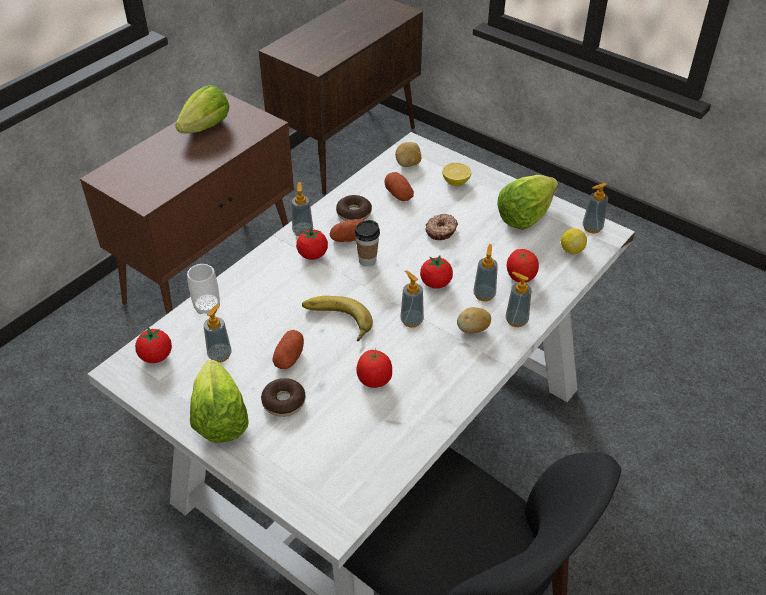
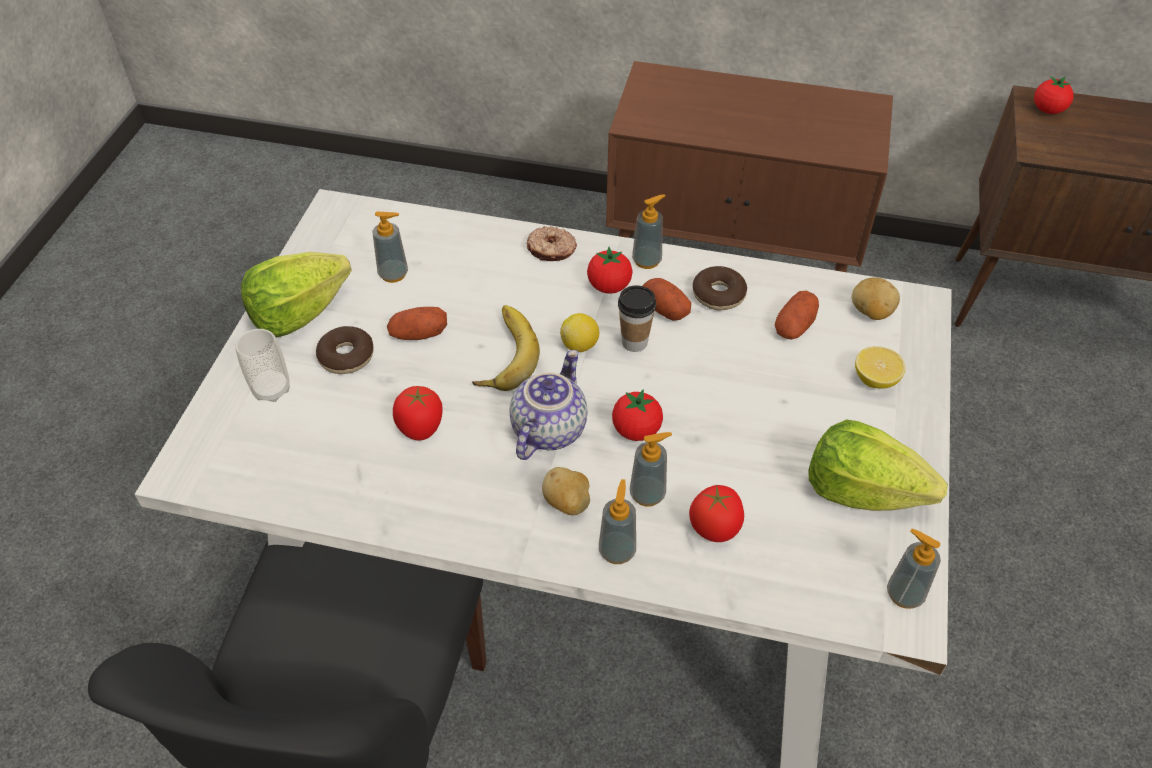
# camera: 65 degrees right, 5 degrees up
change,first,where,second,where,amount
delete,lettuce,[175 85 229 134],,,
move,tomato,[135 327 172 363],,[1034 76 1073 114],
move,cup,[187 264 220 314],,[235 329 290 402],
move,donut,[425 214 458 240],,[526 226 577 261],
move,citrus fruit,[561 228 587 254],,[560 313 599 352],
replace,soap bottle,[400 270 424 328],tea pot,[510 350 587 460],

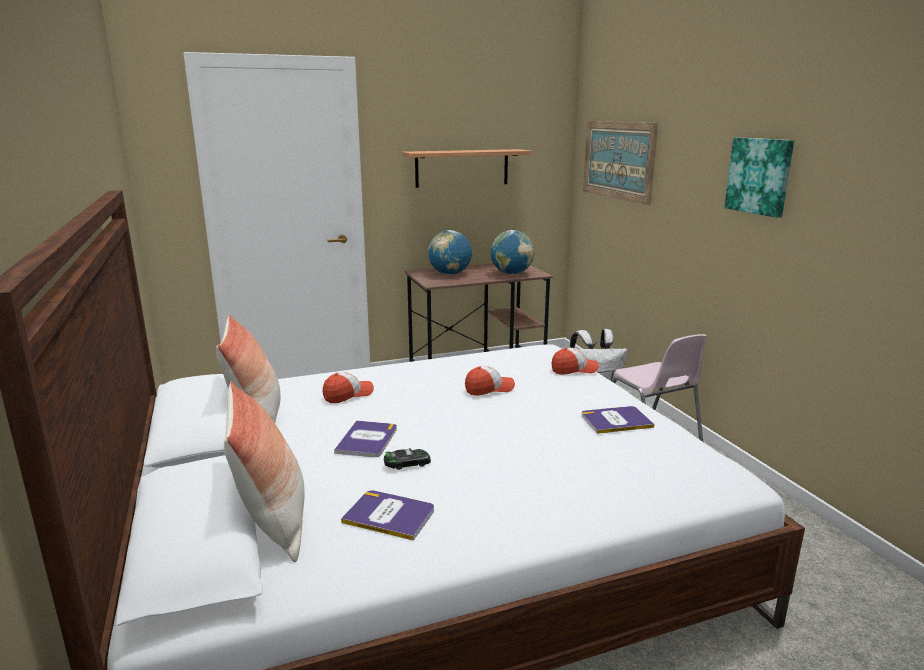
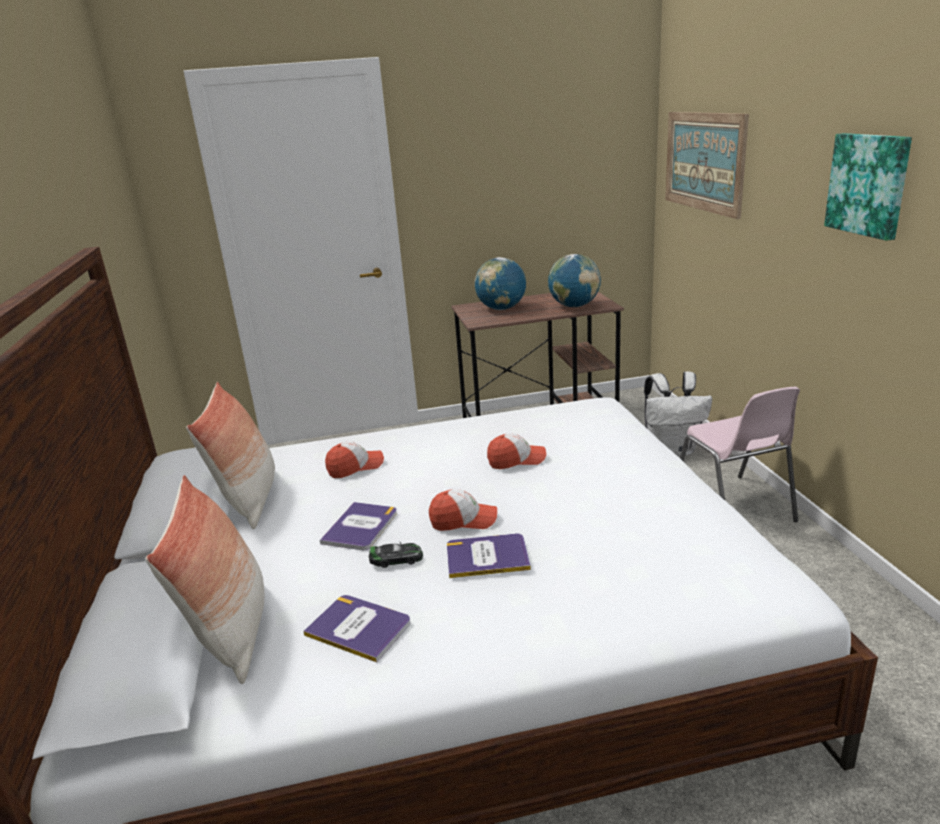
# camera: 10 degrees right, 5 degrees up
change,first,where,second,where,amount
delete,bracket shelf,[402 149 532 188],,,
move,peaked cap,[552 348 599 375],,[429 490 497 531],
move,bound book,[582 406 654 434],,[447 534 531 578],

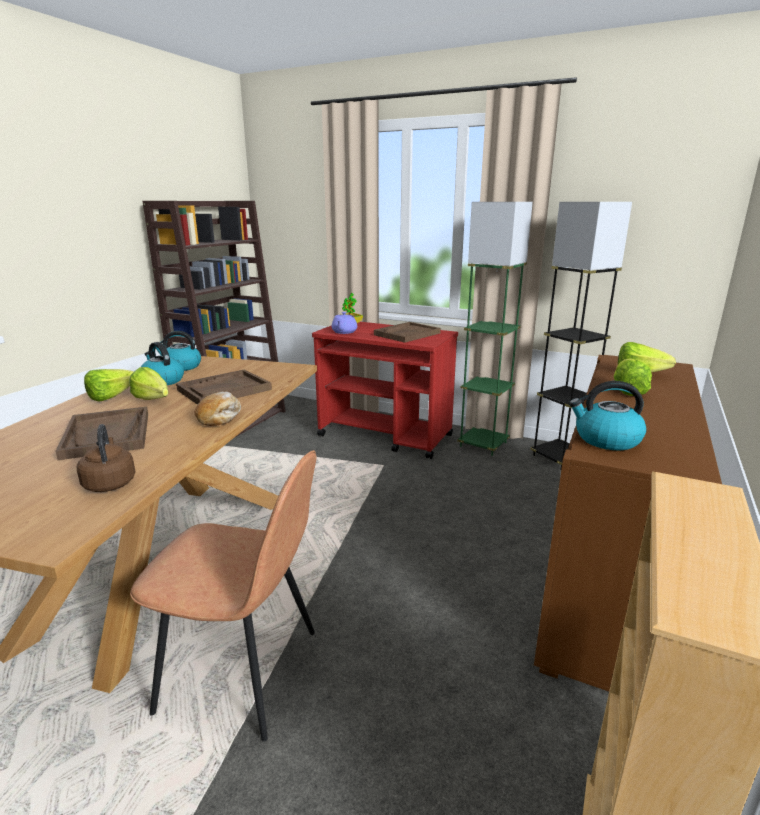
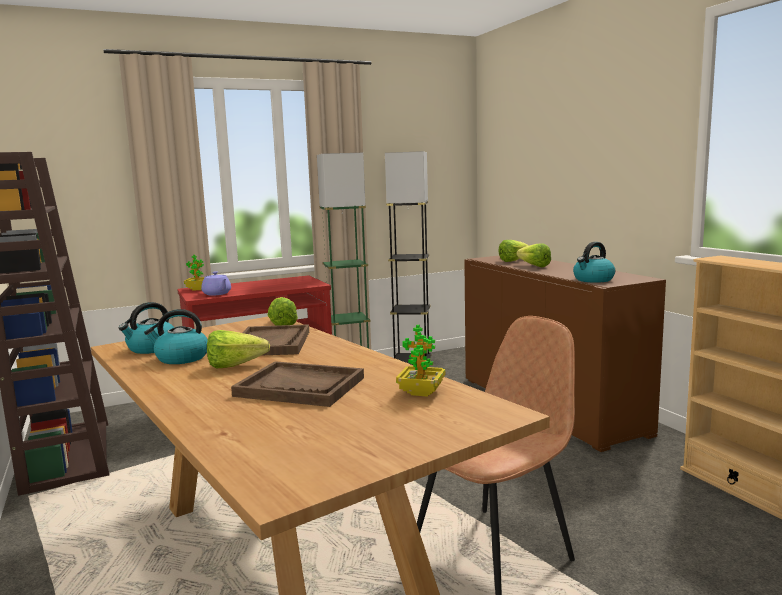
# camera: 50 degrees left, 10 degrees down
change,first,where,second,where,amount
delete,baked bread,[195 391 241 426],,,
delete,brownish serving tray,[374 322 441 343],,,
move,lettuce,[84 369 133 401],,[268 297 298 326],
replace,brownish water kettle,[77 424 136 492],potted plant,[396 325 445 397],

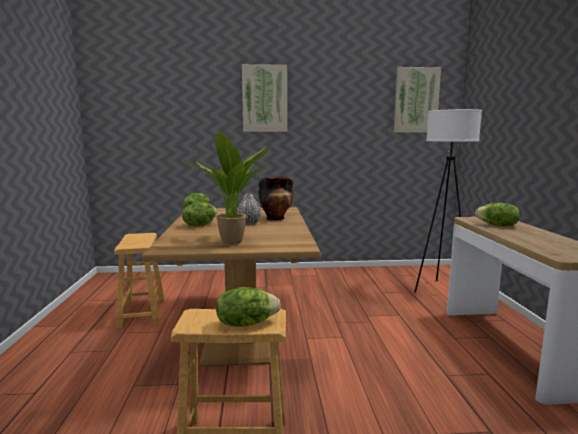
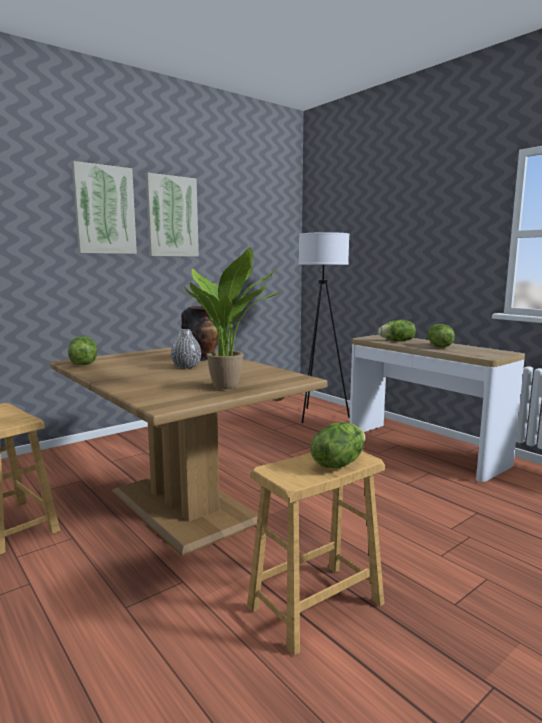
# camera: 35 degrees left, 0 degrees up
change,first,where,second,where,amount
move,lettuce,[182 202 217 226],,[428 324 455 347],
move,wall picture,[394 67 441 133],,[145 173 199 257],

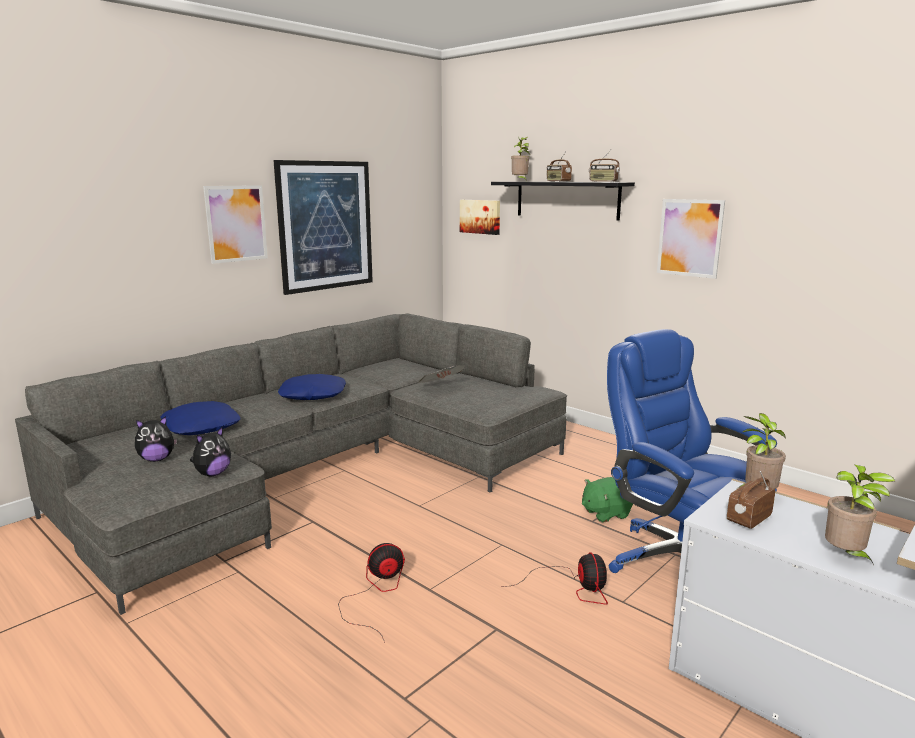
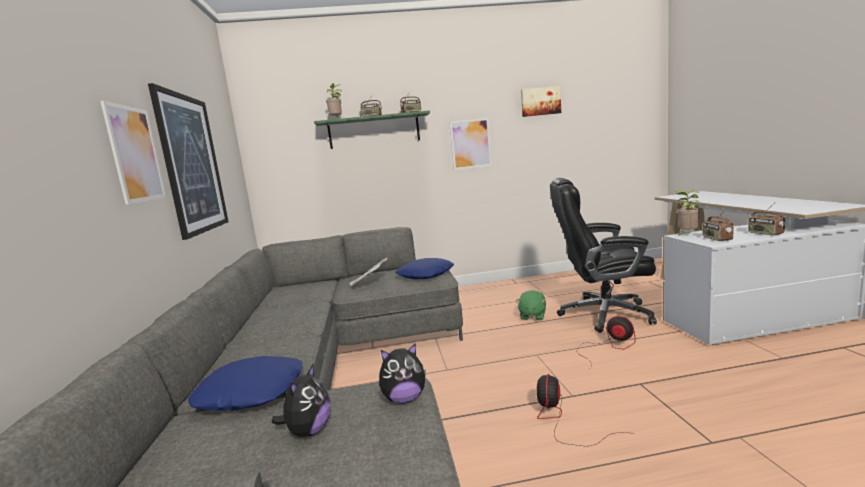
# camera: 50 degrees left, 5 degrees down
change,first,where,second,where,amount
move,blue throw pillow,[278 374 346 400],,[395 258 454 279],
move,wall picture,[460 200 500 235],,[521 86 561 117],
replace,potted plant,[825 465 895 565],radio receiver,[748 202 785 236],
recolor,black-coloured bracket shelf,[491 182 635 220],green bracket shelf,[314 110 430 149],
recolor,blue desk chair,[607 329 777 573],black-coloured desk chair,[550 178 657 333],
rotate,plush toy,[190 427 231 476],,[379 343 426 404],90 degrees clockwise

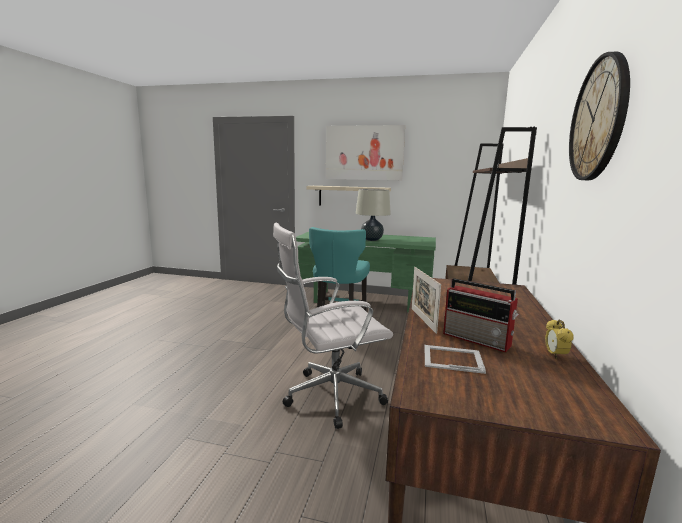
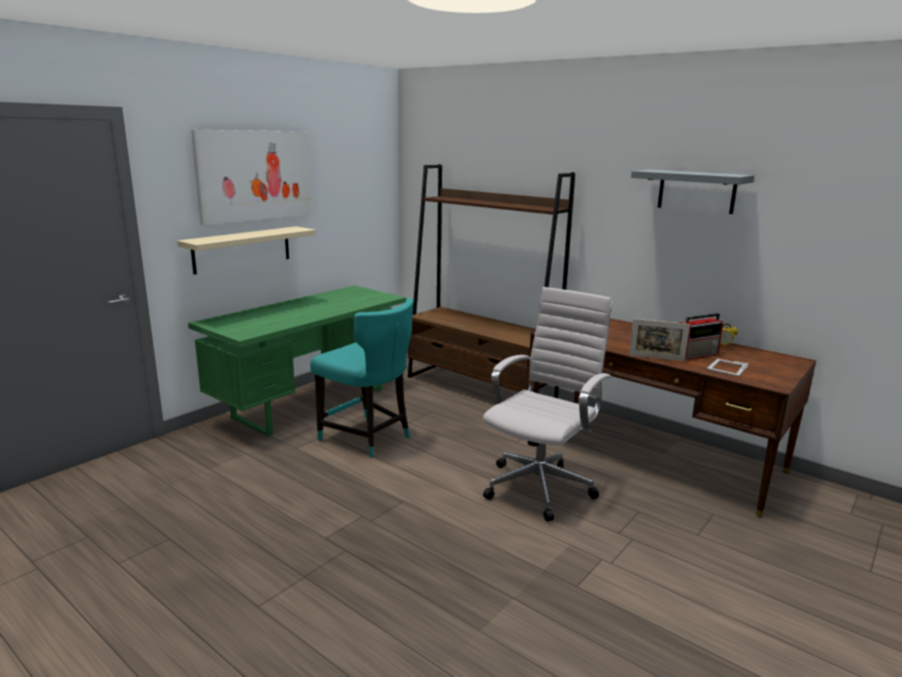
# camera: 65 degrees left, 5 degrees up
change,first,where,second,where,amount
delete,sand-coloured lamp for a table,[356 189 391 241],,,
replace,wall clock,[569 52 630 180],gray bracket shelf,[631 170 754 214],
rotate,whitish desk chair,[273 223 393 429],,[483 287 612 521],150 degrees counterclockwise

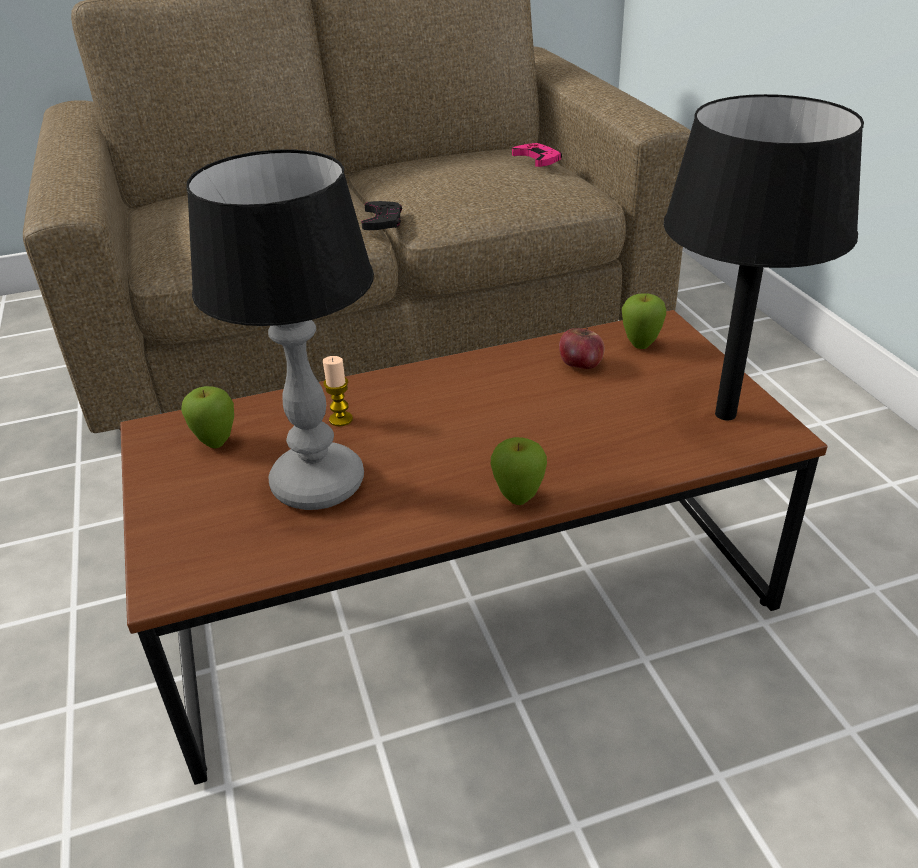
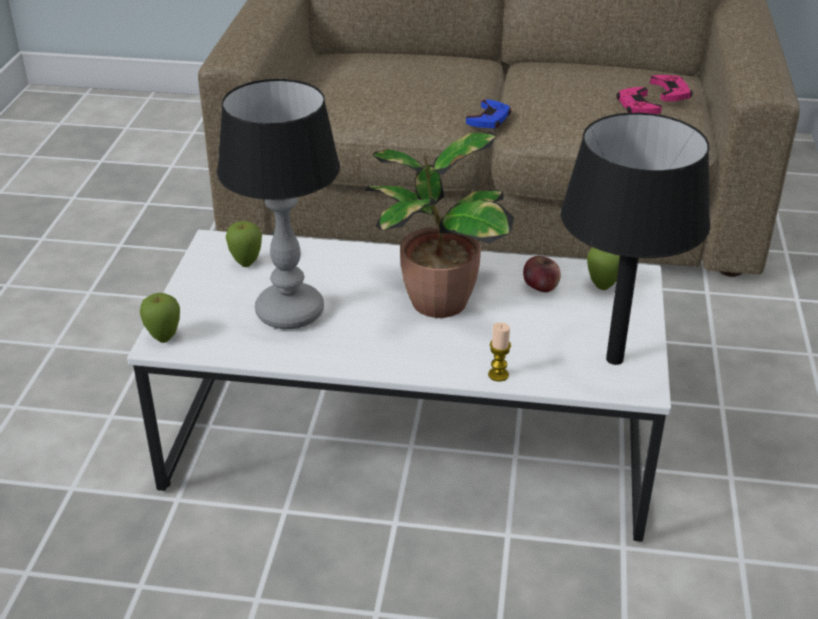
# camera: 25 degrees right, 0 degrees up
change,first,where,second,where,amount
insert,,,potted plant,[365 132 514 318],
insert,,,pinkish gamepad,[616 87 662 114],
move,wax light,[323 356 353 426],,[488 322 511 382],
move,whole apple,[491 437 547 505],,[140 293 180 343],
recolor,brownish low table,[120 310 827 785],whitish low table,[127 230 671 542],
recolor,black-coloured gamepad,[361 201 402 230],blue gamepad,[466 99 511 129],

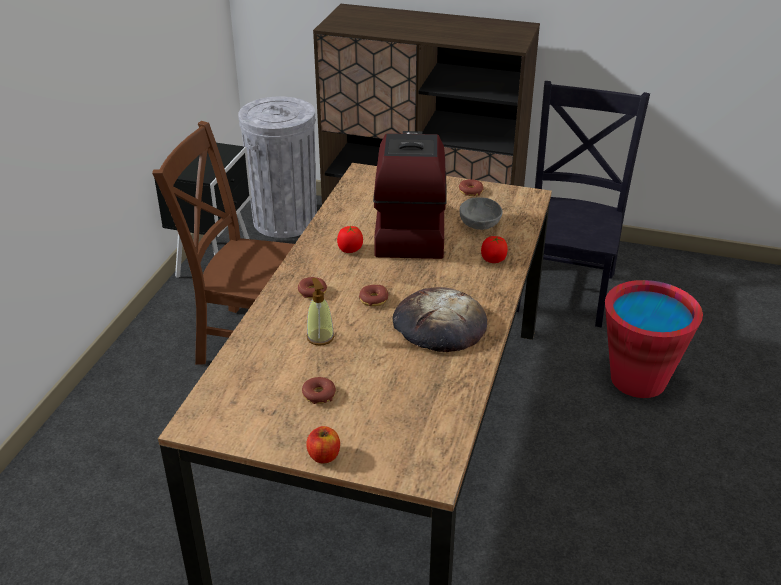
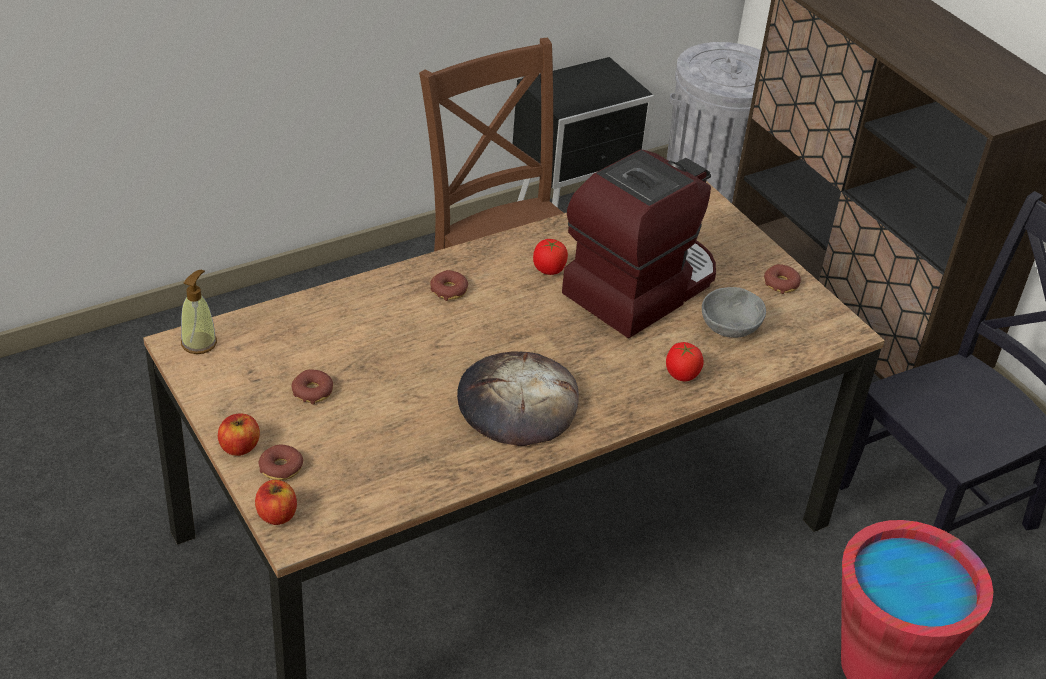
# camera: 40 degrees right, 5 degrees up
change,first,where,second,where,amount
insert,,,whole apple,[255 480 297 525],
move,soap bottle,[307 278 335 346],,[181 270 217 354],
move,donut,[359 285 388 306],,[259 445 303 480],

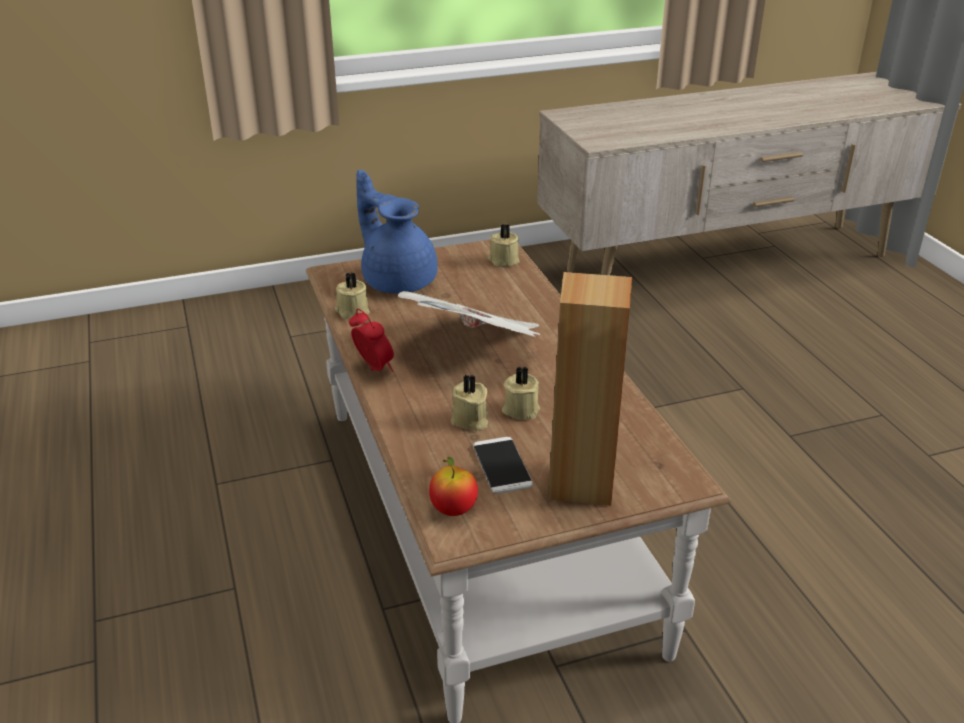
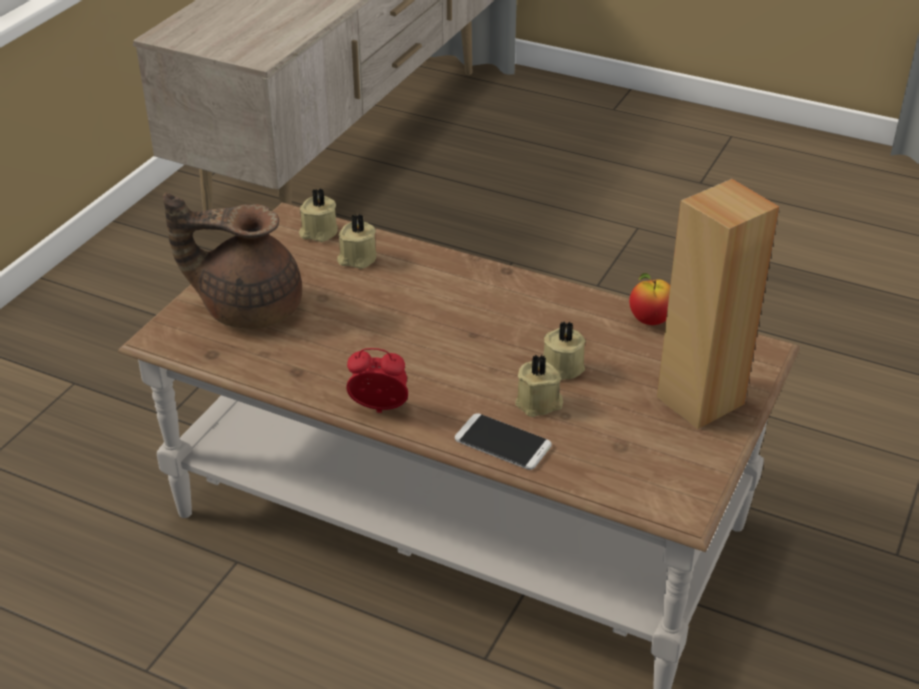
# camera: 45 degrees left, 5 degrees up
change,first,where,second,where,amount
delete,printed paper,[398 291 541 337],,,
move,sand-coloured wax light,[335 273 370 319],,[337 214 376 269],
move,whole apple,[429 457 478 516],,[629 273 670 325],
move,phone,[473 437 533 494],,[455 413 552 470],
recolor,blue tea pot,[356 170 438 294],brownish tea pot,[163 193 302 329],

